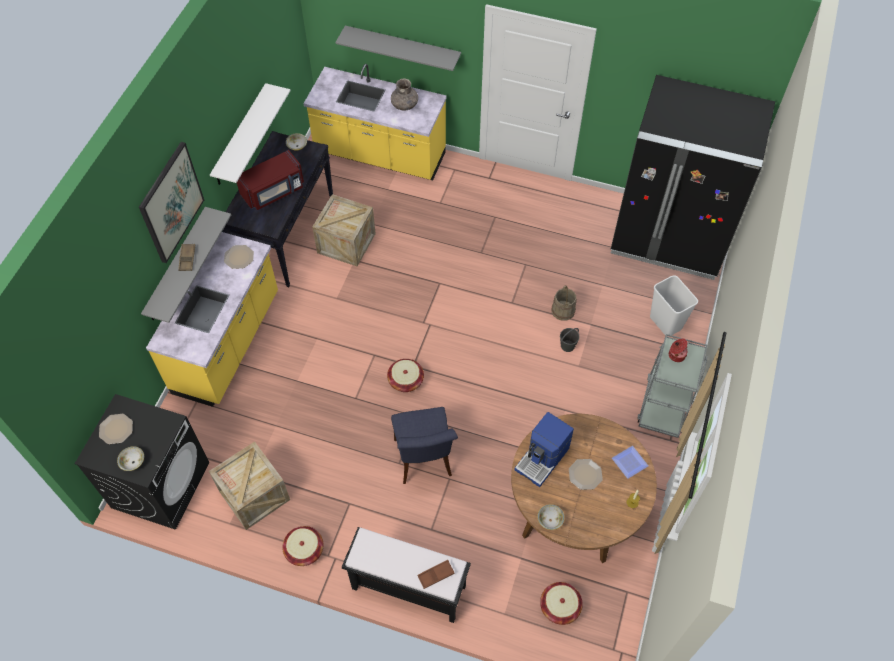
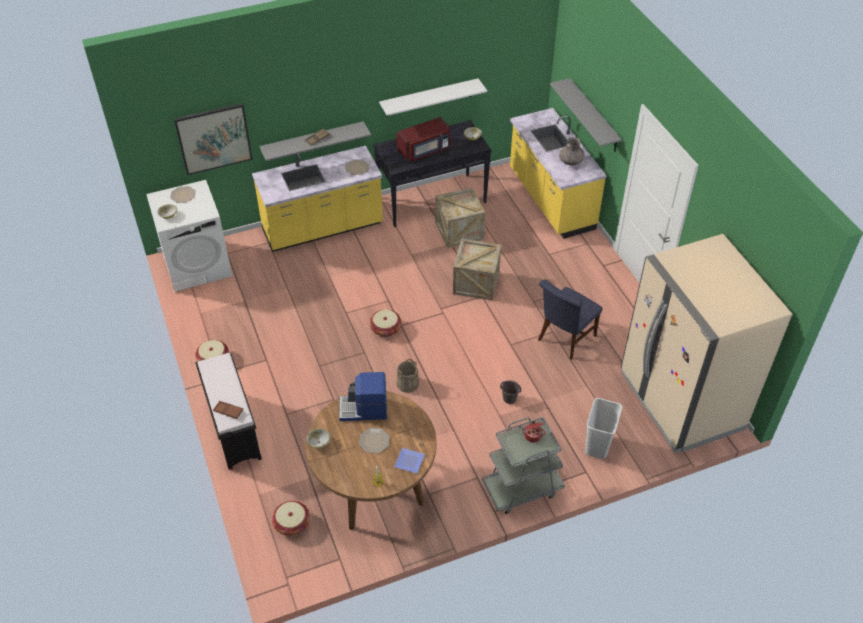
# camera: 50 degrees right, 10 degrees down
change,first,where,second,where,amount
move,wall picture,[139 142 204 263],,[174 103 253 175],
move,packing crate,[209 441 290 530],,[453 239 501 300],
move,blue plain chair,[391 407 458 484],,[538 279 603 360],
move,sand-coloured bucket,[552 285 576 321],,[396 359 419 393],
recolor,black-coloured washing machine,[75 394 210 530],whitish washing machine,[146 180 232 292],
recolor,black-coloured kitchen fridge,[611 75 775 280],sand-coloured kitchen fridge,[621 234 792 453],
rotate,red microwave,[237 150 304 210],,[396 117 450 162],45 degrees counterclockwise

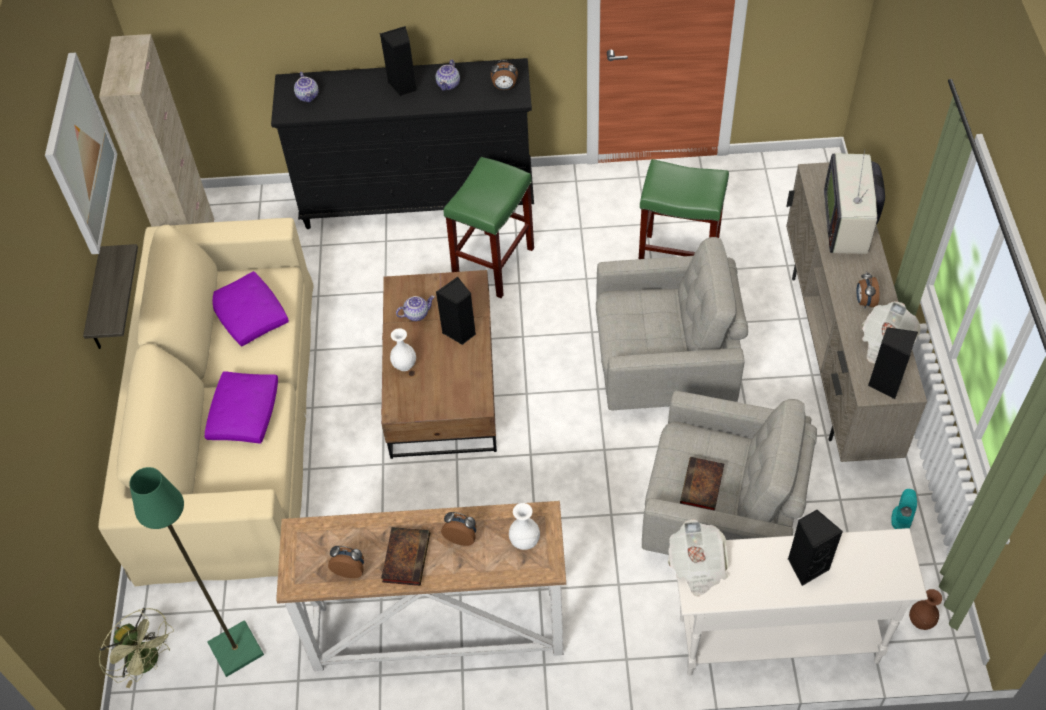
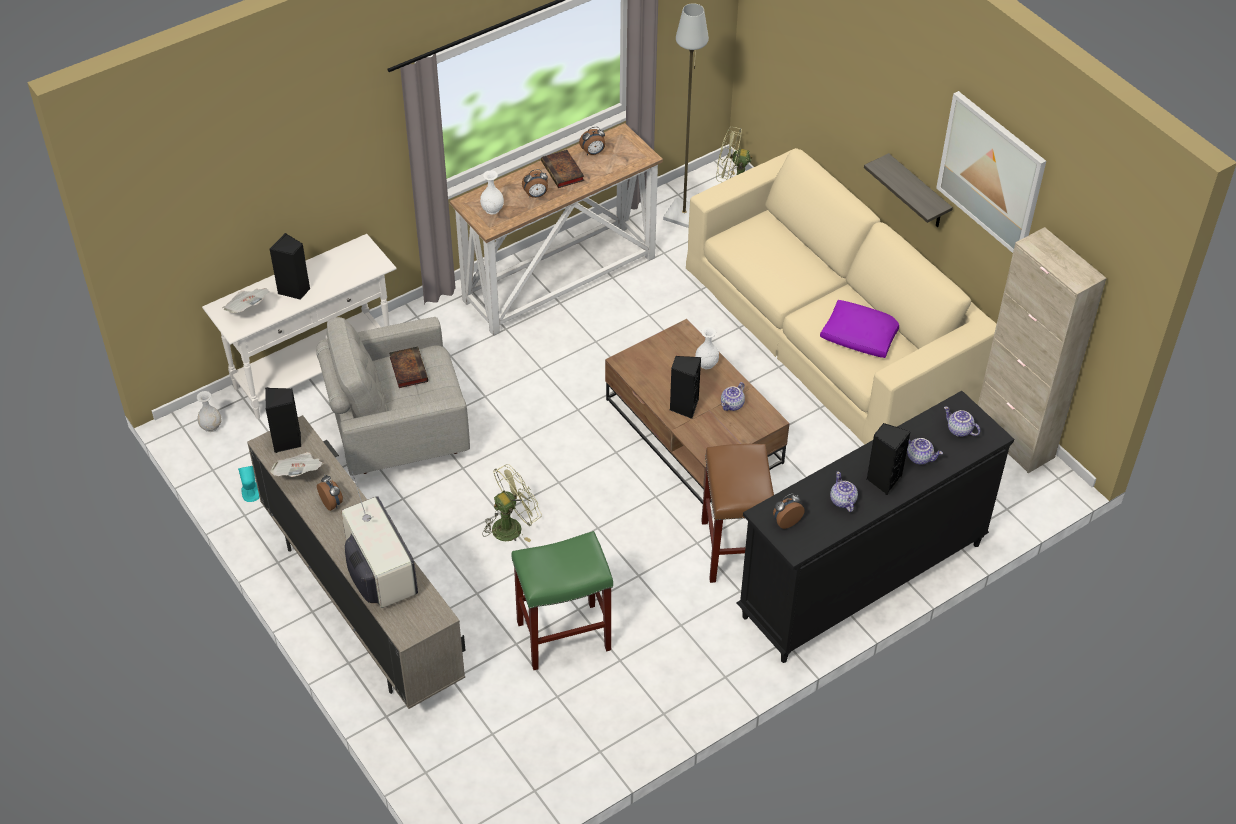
# camera: 145 degrees right, 5 degrees down
change,first,where,second,where,amount
delete,purplish throw pillow,[205 371 278 444],,,
insert,,,tea pot,[907 438 943 464],
move,printed paper,[668 519 728 597],,[222 288 270 313],
replace,gray armchair,[596 237 748 410],green cooling fan,[482 464 542 542],
recolor,green standing lamp,[129 467 264 677],gray standing lamp,[663 3 709 228],
recolor,green stool seat,[444 157 534 298],brownish stool seat,[701 444 774 583],
recolor,brownish flower vase,[909 589 942 630],whitish flower vase,[197 391 222 432],

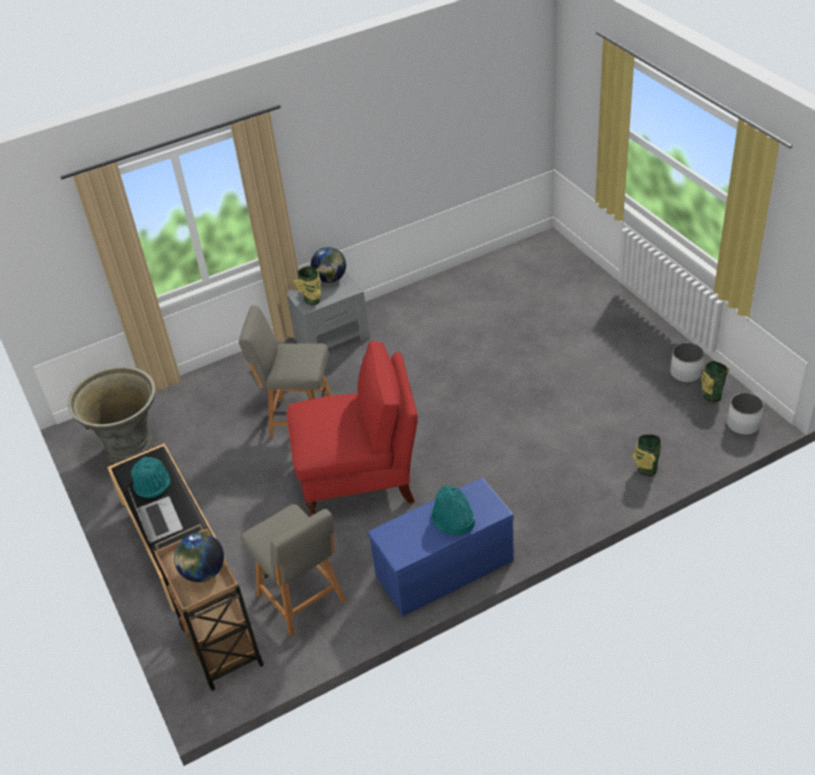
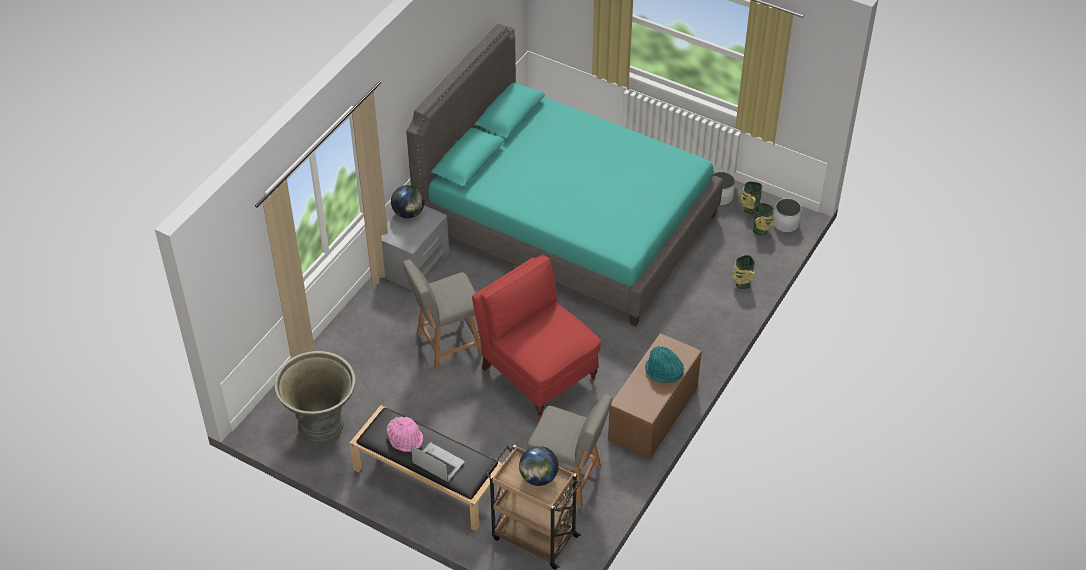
# camera: 35 degrees left, 5 degrees up
change,first,where,second,where,amount
insert,,,turquoise-coloured bed,[406 24 723 326],
move,flower vase,[293 266 321 305],,[753 203 775 235],
recolor,turquoise-coloured clothing hat,[131 457 170 498],pinkish clothing hat,[387 417 423 452],
recolor,blue bench,[368 478 514 616],brownish bench,[608 333 702 459],
rotate,red plain chair,[287 341 418 515],,[472 255 601 418],90 degrees counterclockwise

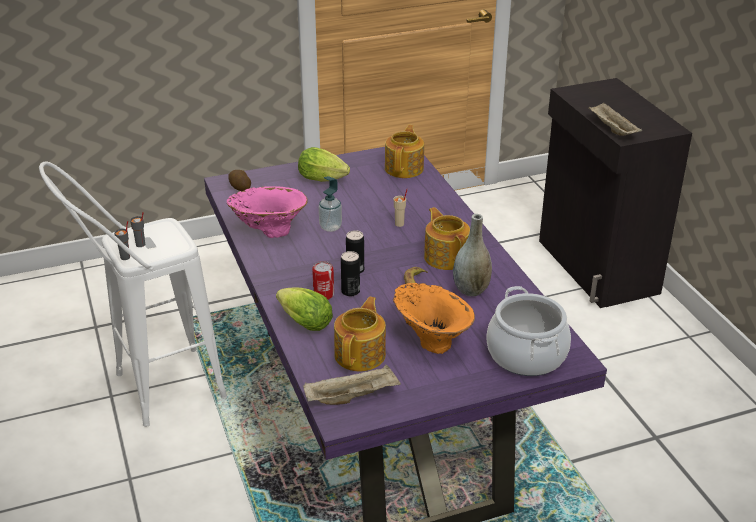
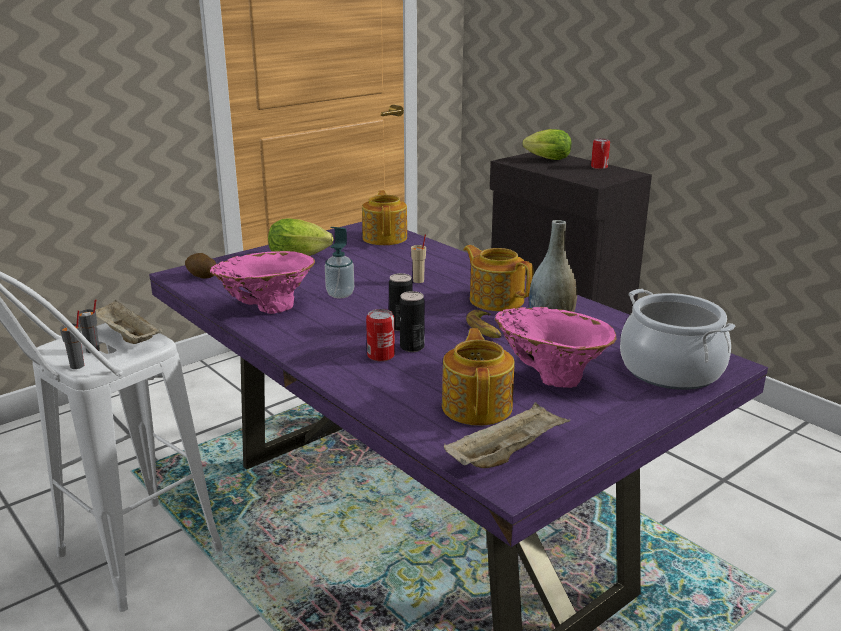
# camera: 20 degrees left, 10 degrees down
change,first,where,second,where,amount
insert,,,can,[591 138 610 169],
move,lettuce,[276 287 333 331],,[523 129 572 160],
move,sand-coloured serving tray,[588 103 642 136],,[95 299 162 344],
recolor,orange-coloured flower vase,[393 283 475 354],pinkish flower vase,[495 307 617 388],

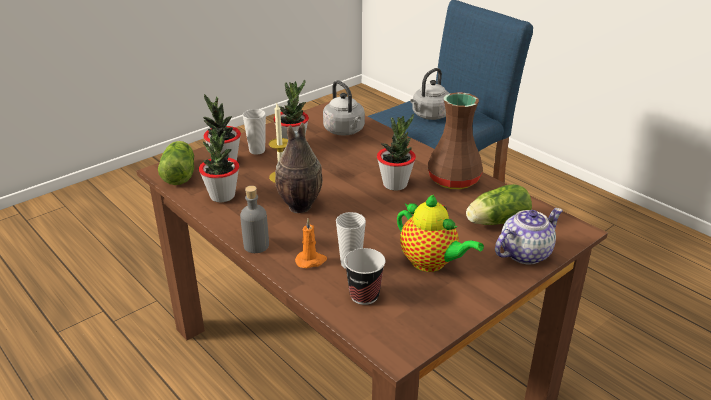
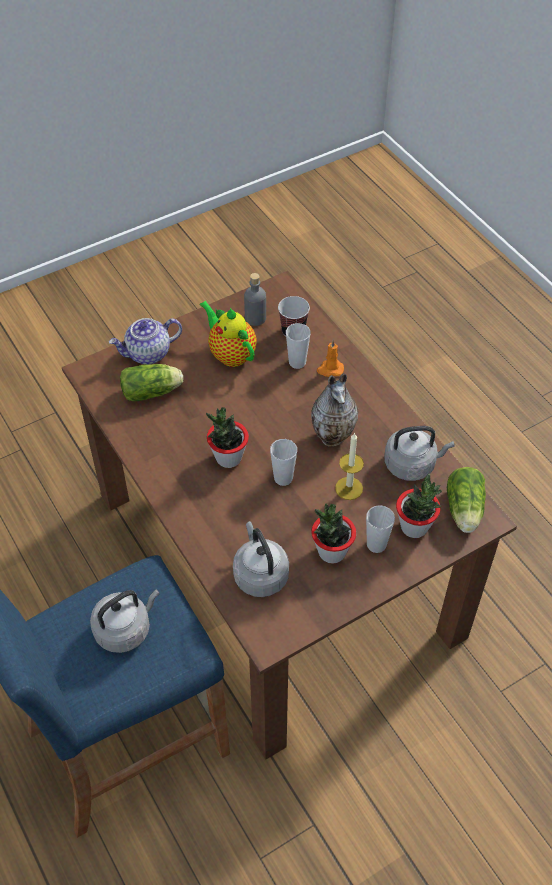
# camera: 170 degrees left, 20 degrees up
change,first,where,second,where,amount
delete,brownish flower vase,[428 92 483 189],,,
insert,,,cup,[270 439 297 486],
move,gray beverage bottle,[240 186 269 253],,[244 273 266 326],
replace,potted plant,[199 129 239 202],gray water kettle,[384 426 454 481],

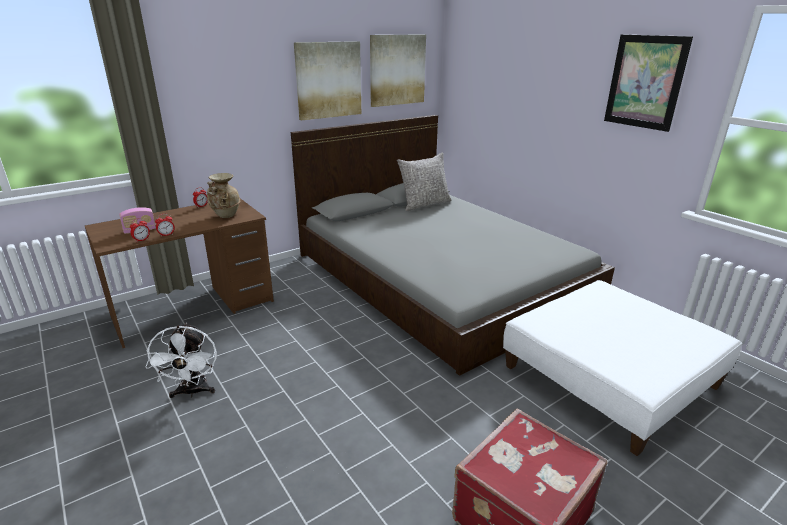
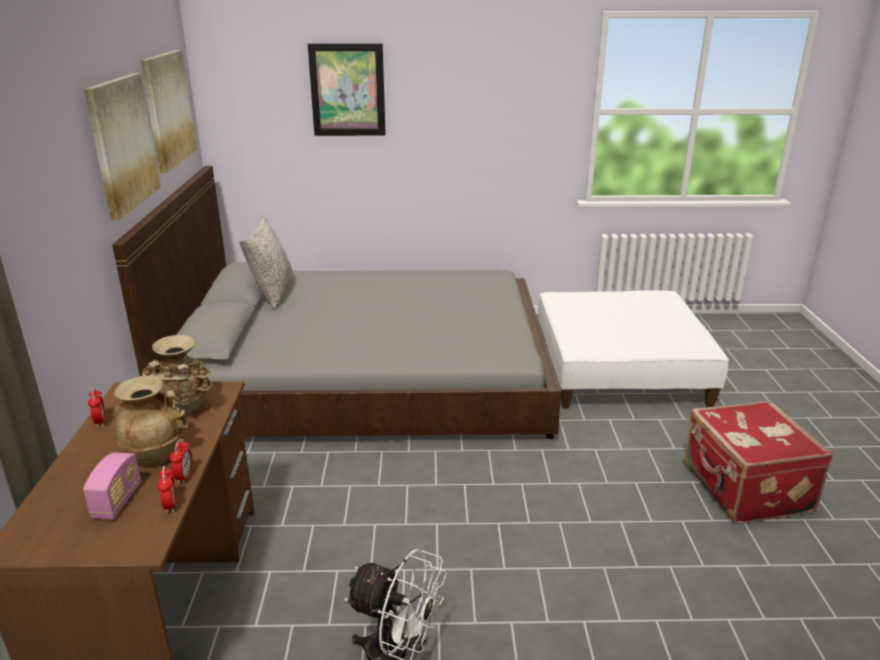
# camera: 55 degrees left, 0 degrees up
change,first,where,second,where,amount
insert,,,sand-coloured flower vase,[114 376 189 467],
move,wall picture,[604 34 693 132],,[308 43 386 136],

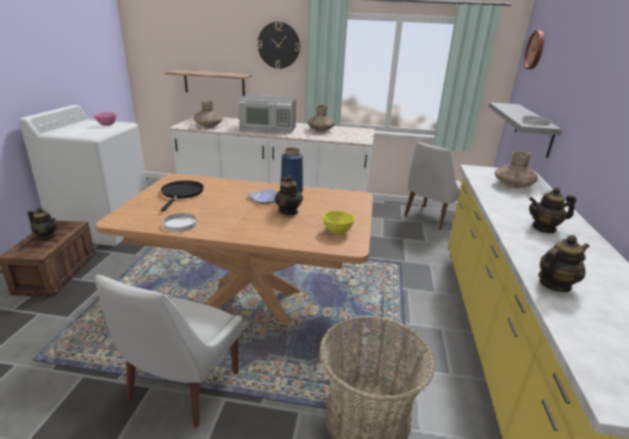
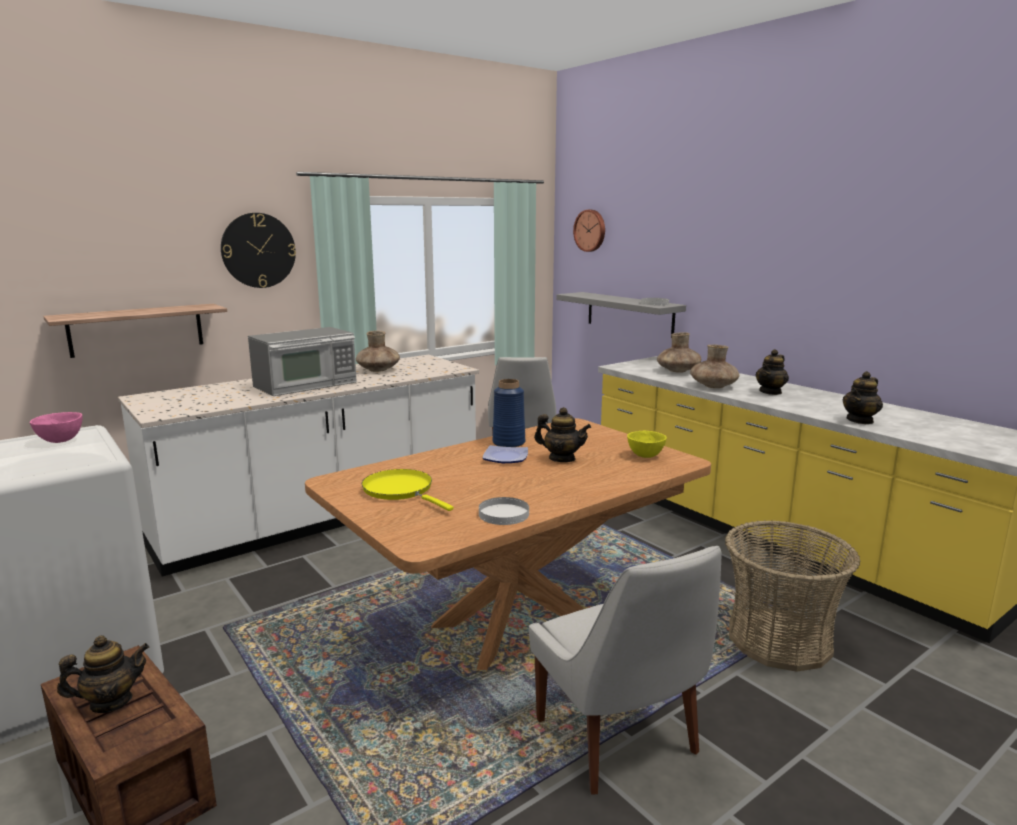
# camera: 45 degrees left, 10 degrees down
change,first,where,second,where,amount
move,brownish flower vase,[194 100 222 127],,[690 345 739 388],
recolor,black-coloured pan,[161 180 204 211],yellow pan,[362 469 454 511],
rotate,tea pot,[539 235 590 292],,[842 371 883 424],150 degrees counterclockwise

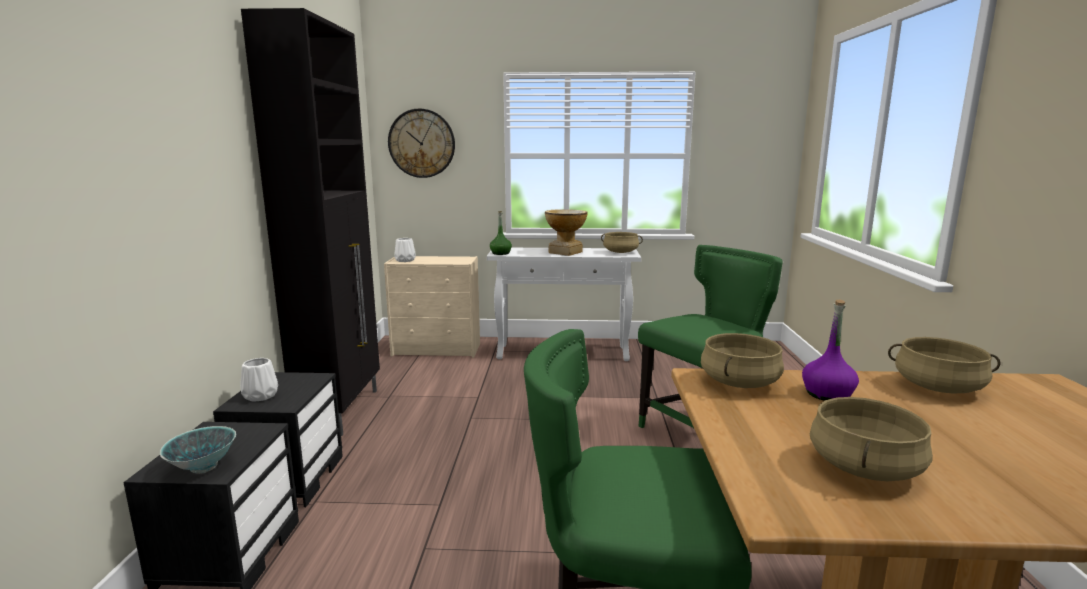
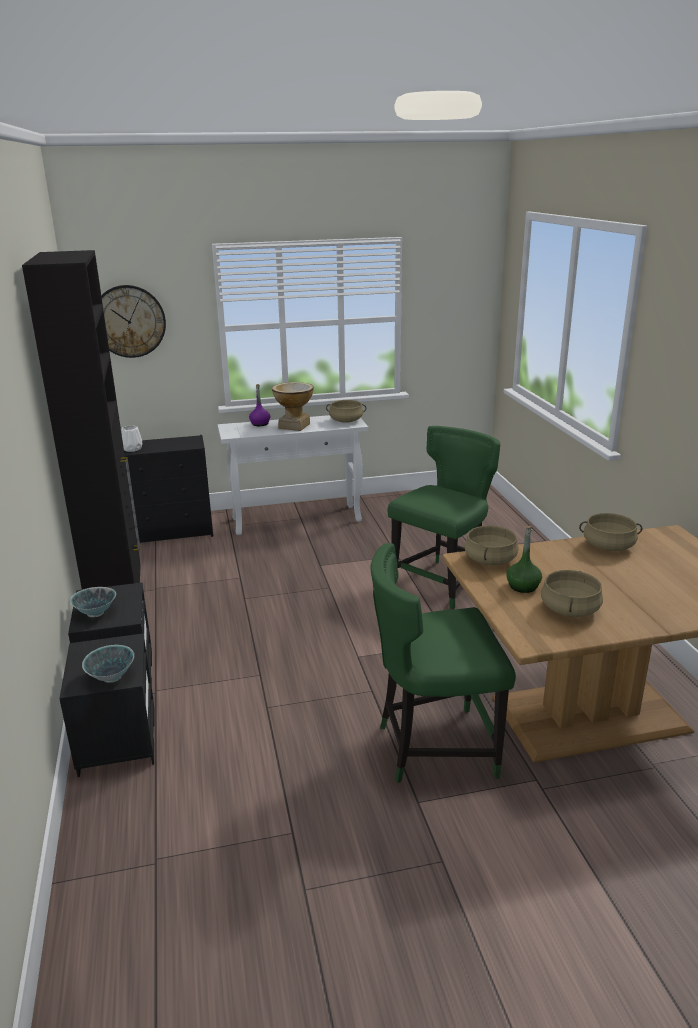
# camera: 15 degrees left, 10 degrees up
change,first,where,second,where,amount
move,green beverage bottle,[490 211 512 255],,[506 526 542 593],
move,purplish beverage bottle,[802 300 859 401],,[249 384 270 426],
replace,whitish flower vase,[240 358 278 402],bowl,[70 587 116 617],
recolor,sand-coloured chest of drawers,[384 256 480 358],black-coloured chest of drawers,[124 435 213 543],

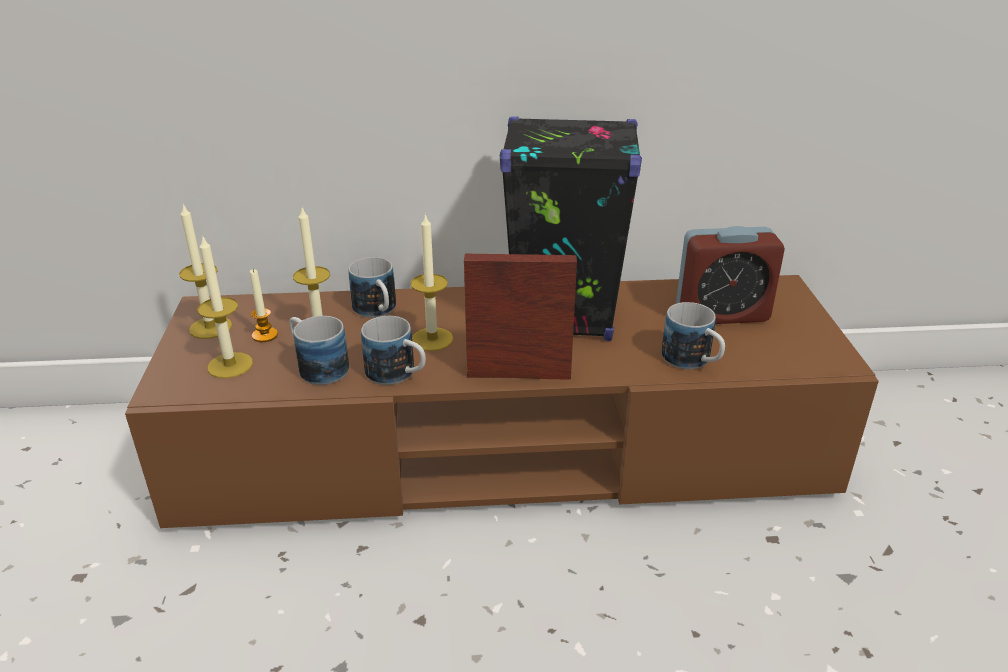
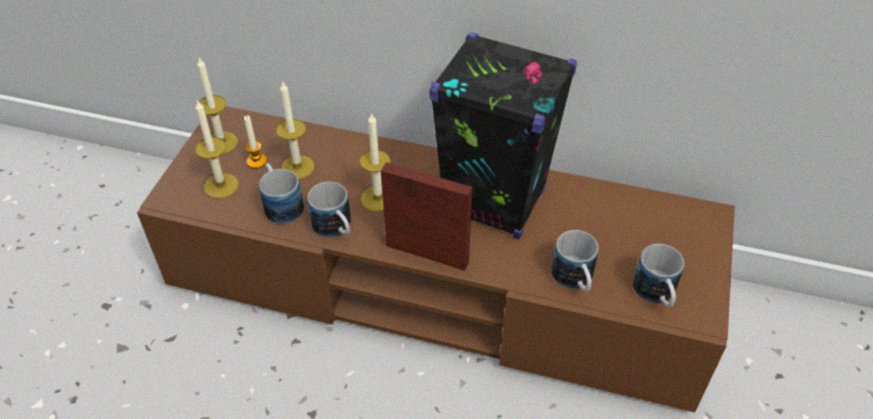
# camera: 20 degrees right, 15 degrees up
change,first,where,second,where,amount
delete,alarm clock,[676 226 785 324],,,
move,tea mug,[348 257 396 318],,[633 244 684 307],

